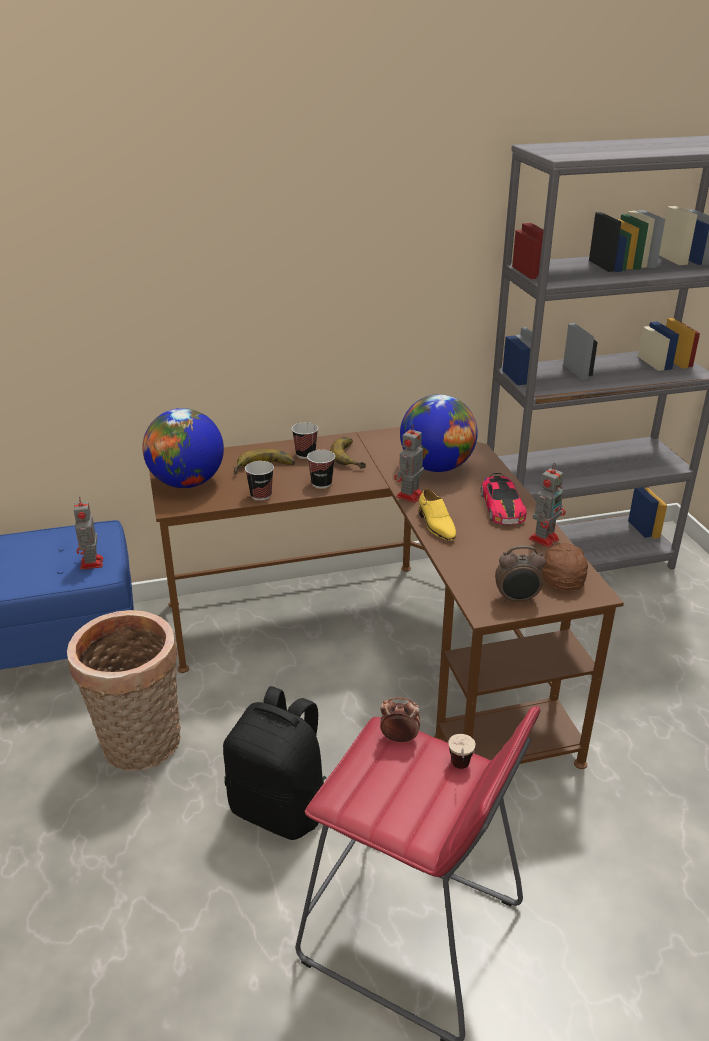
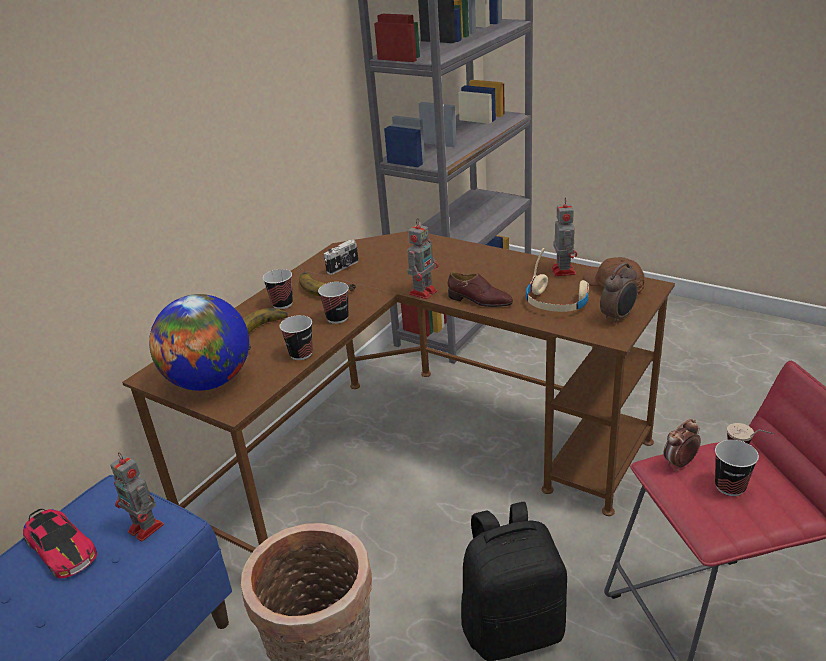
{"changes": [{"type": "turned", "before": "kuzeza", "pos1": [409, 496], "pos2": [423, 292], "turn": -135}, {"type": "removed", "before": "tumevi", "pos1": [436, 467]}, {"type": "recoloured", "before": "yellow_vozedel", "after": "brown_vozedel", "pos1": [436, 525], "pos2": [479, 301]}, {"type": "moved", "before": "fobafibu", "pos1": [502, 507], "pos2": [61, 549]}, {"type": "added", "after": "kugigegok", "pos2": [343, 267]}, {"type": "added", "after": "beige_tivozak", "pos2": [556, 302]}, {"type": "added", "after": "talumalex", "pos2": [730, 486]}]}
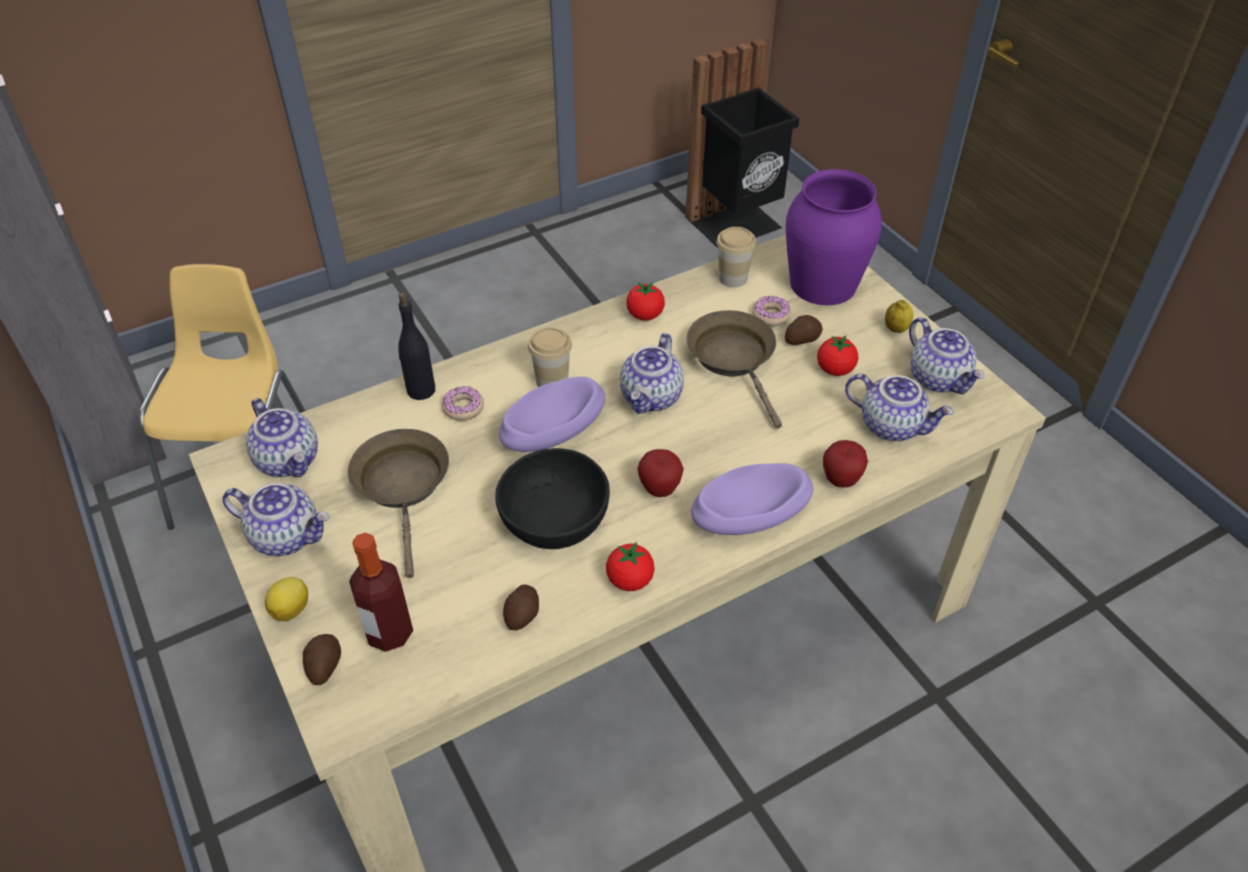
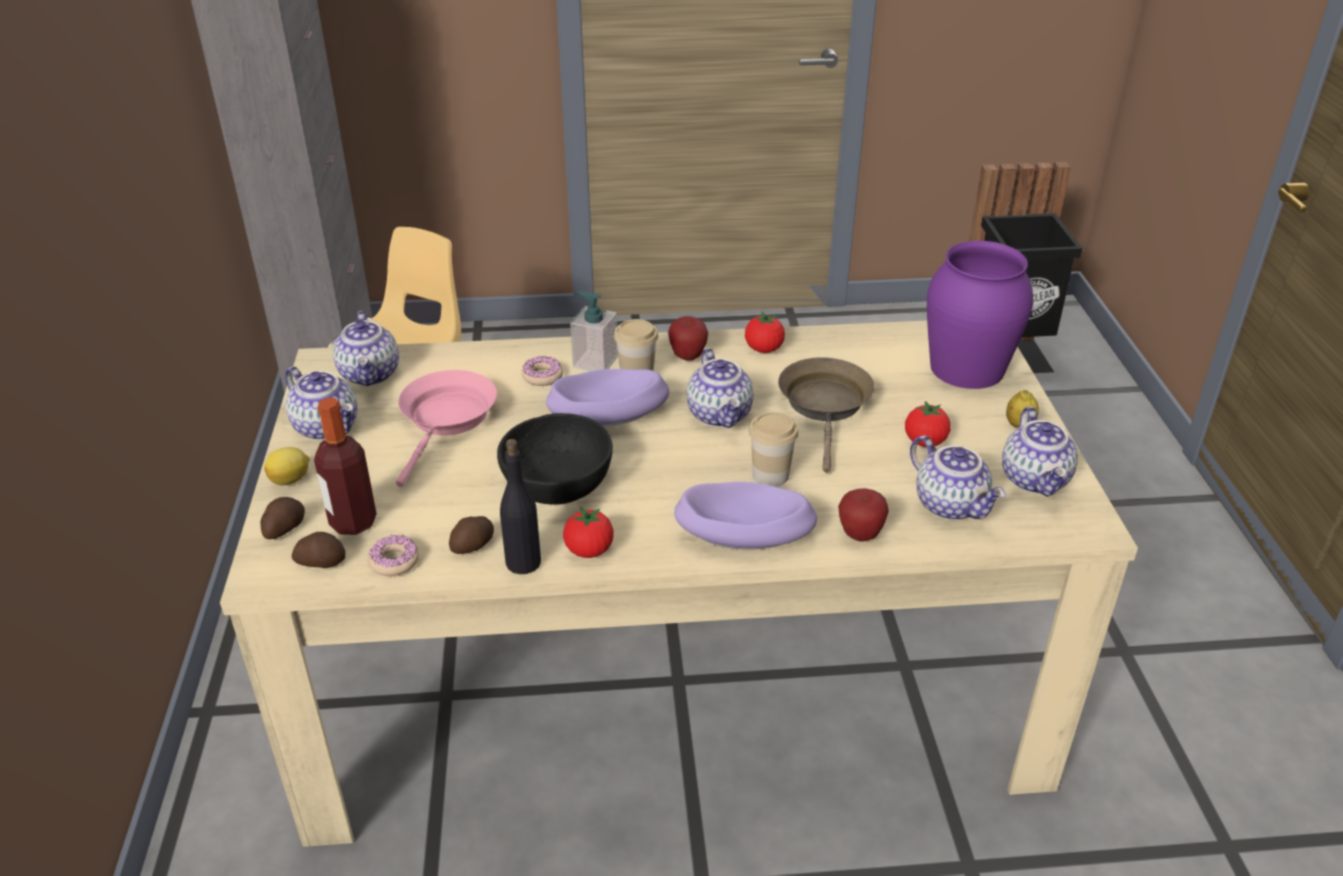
{"changes": [{"type": "recoloured", "before": "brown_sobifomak", "after": "pink_sobifomak", "pos1": [403, 487], "pos2": [447, 420]}, {"type": "moved", "before": "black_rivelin", "pos1": [420, 390], "pos2": [523, 562]}, {"type": "turned", "before": "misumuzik", "pos1": [652, 397], "pos2": [720, 415], "turn": -60}, {"type": "moved", "before": "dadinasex", "pos1": [659, 489], "pos2": [688, 357]}, {"type": "moved", "before": "talumalex", "pos1": [733, 278], "pos2": [770, 475]}, {"type": "moved", "before": "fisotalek", "pos1": [770, 315], "pos2": [394, 561]}, {"type": "moved", "before": "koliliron", "pos1": [801, 339], "pos2": [321, 561]}, {"type": "added", "after": "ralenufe", "pos2": [595, 362]}]}
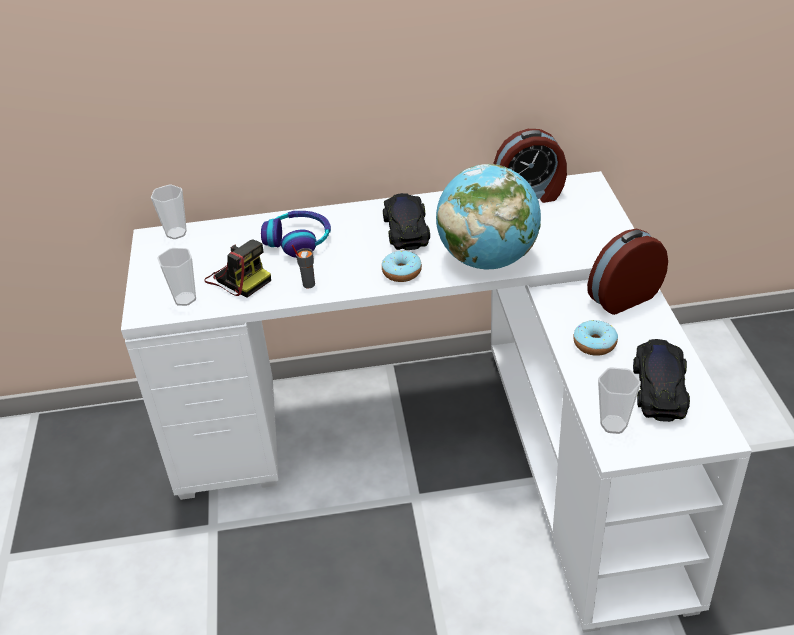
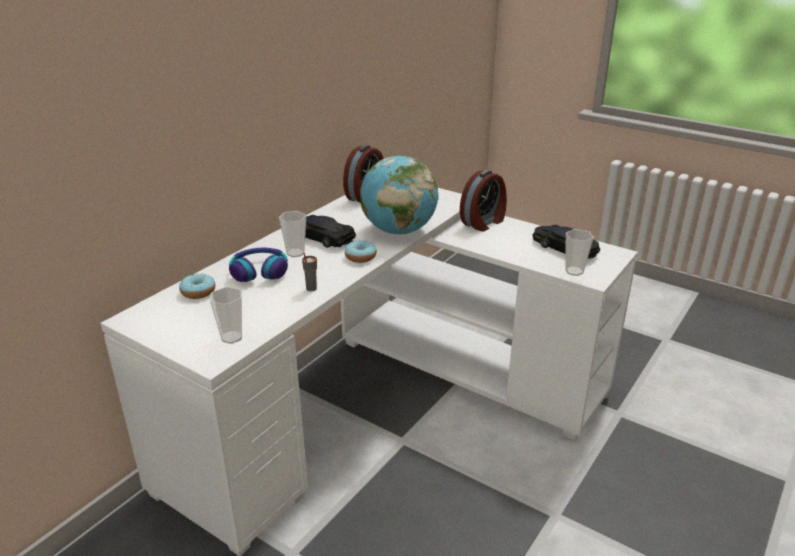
{"changes": [{"type": "moved", "before": "talumalex", "pos1": [176, 233], "pos2": [295, 253]}, {"type": "removed", "before": "kugigegok", "pos1": [238, 278]}, {"type": "moved", "before": "fisotalek", "pos1": [594, 344], "pos2": [198, 292]}, {"type": "turned", "before": "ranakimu", "pos1": [622, 297], "pos2": [484, 222], "turn": -150}]}
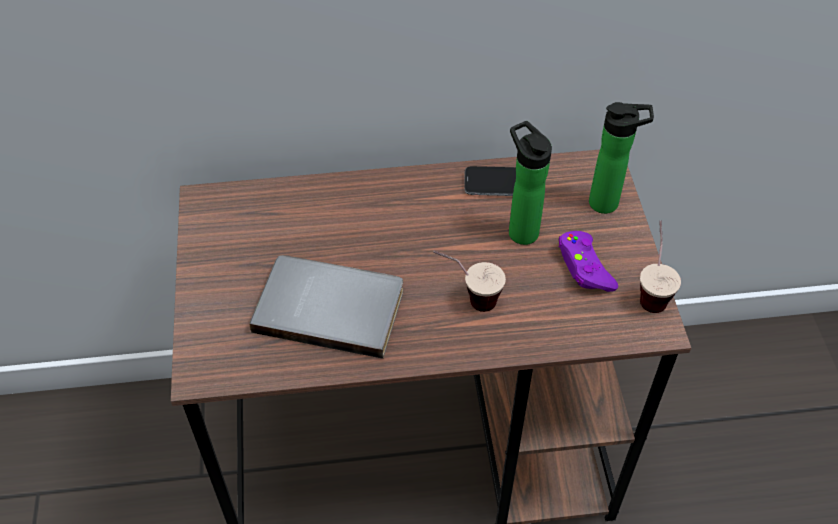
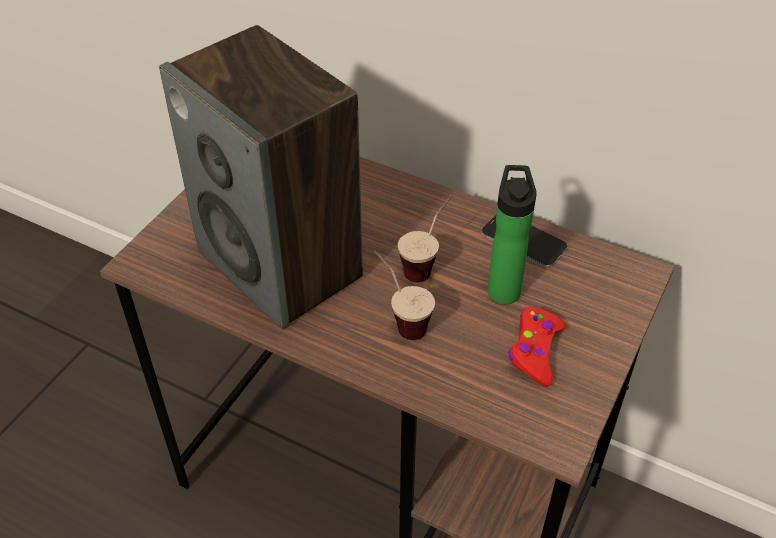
{"changes": [{"type": "replaced", "before": "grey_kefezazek", "after": "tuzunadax", "pos1": [330, 306], "pos2": [281, 265]}, {"type": "recoloured", "before": "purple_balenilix", "after": "red_balenilix", "pos1": [584, 267], "pos2": [535, 351]}, {"type": "removed", "before": "rivelin", "pos1": [608, 203]}, {"type": "moved", "before": "talumalex", "pos1": [651, 290], "pos2": [427, 263]}]}
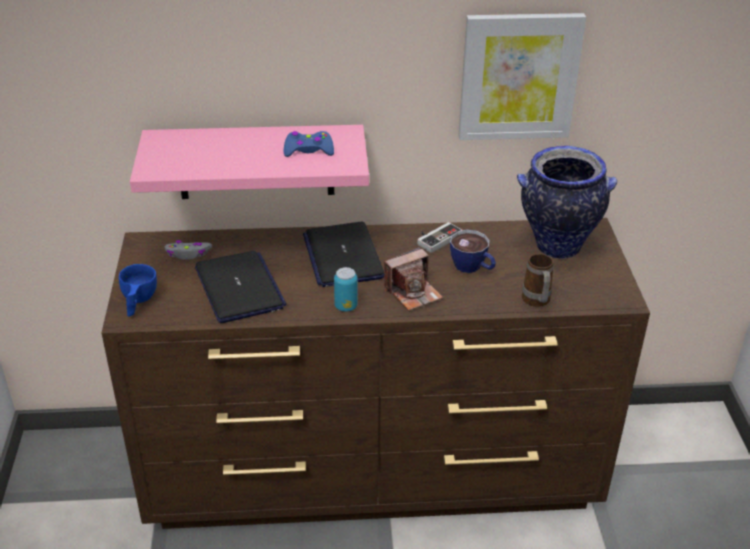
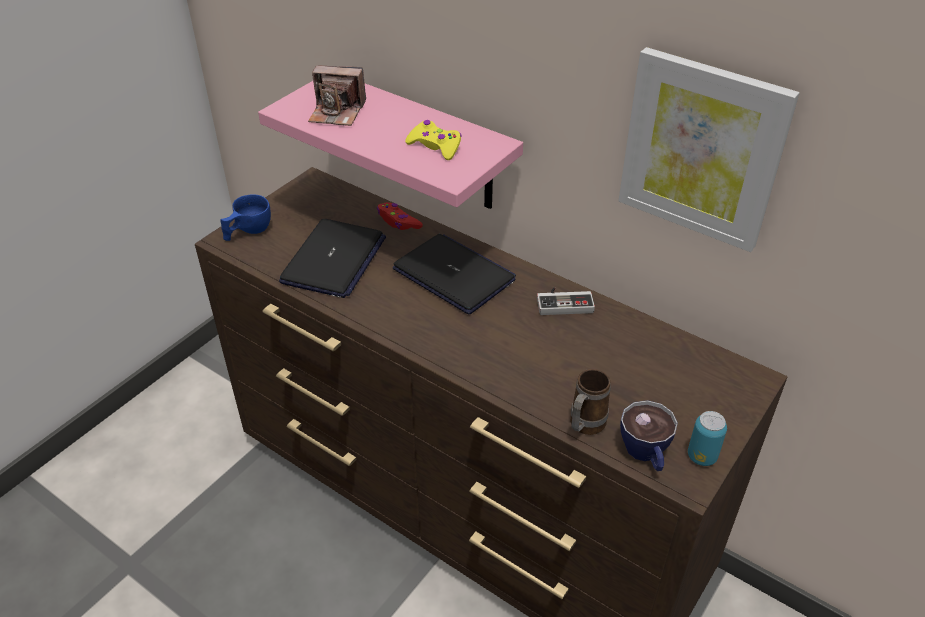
{"changes": [{"type": "removed", "before": "grey_balenilix", "pos1": [188, 254]}, {"type": "recoloured", "before": "blue_balenilix", "after": "yellow_balenilix", "pos1": [308, 150], "pos2": [435, 146]}, {"type": "turned", "before": "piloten", "pos1": [343, 256], "pos2": [454, 275], "turn": 105}, {"type": "moved", "before": "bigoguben", "pos1": [346, 306], "pos2": [702, 456]}, {"type": "moved", "before": "kugigegok", "pos1": [413, 293], "pos2": [337, 112]}, {"type": "moved", "before": "talumalex", "pos1": [472, 268], "pos2": [646, 455]}, {"type": "removed", "before": "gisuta", "pos1": [556, 247]}, {"type": "added", "after": "red_balenilix", "pos2": [398, 222]}]}
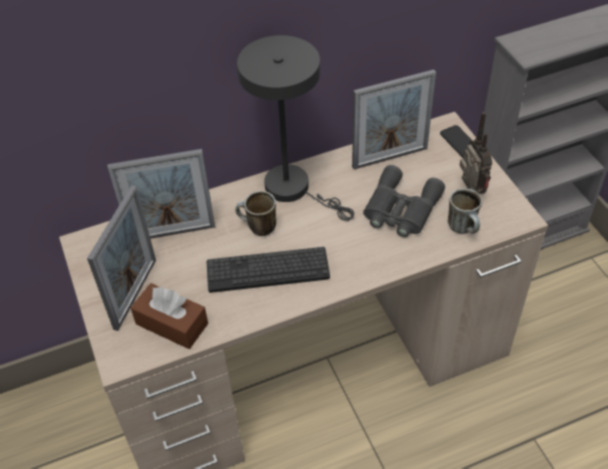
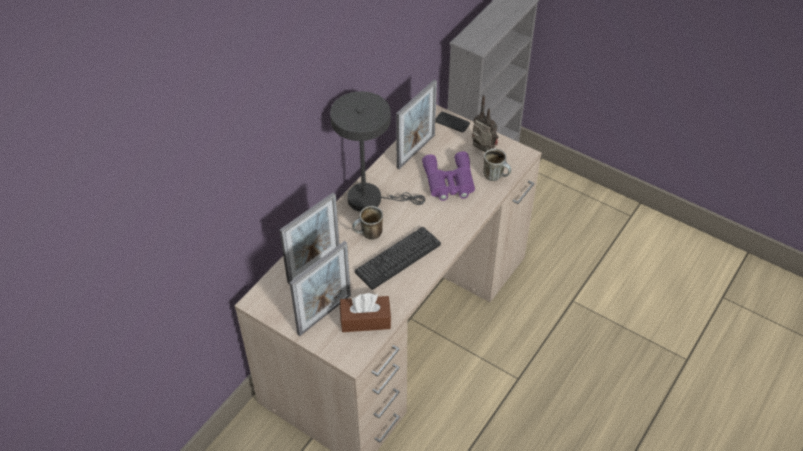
{"changes": [{"type": "turned", "before": "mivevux", "pos1": [135, 293], "pos2": [324, 314], "turn": 60}, {"type": "recoloured", "before": "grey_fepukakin", "after": "purple_fepukakin", "pos1": [400, 209], "pos2": [449, 182]}]}
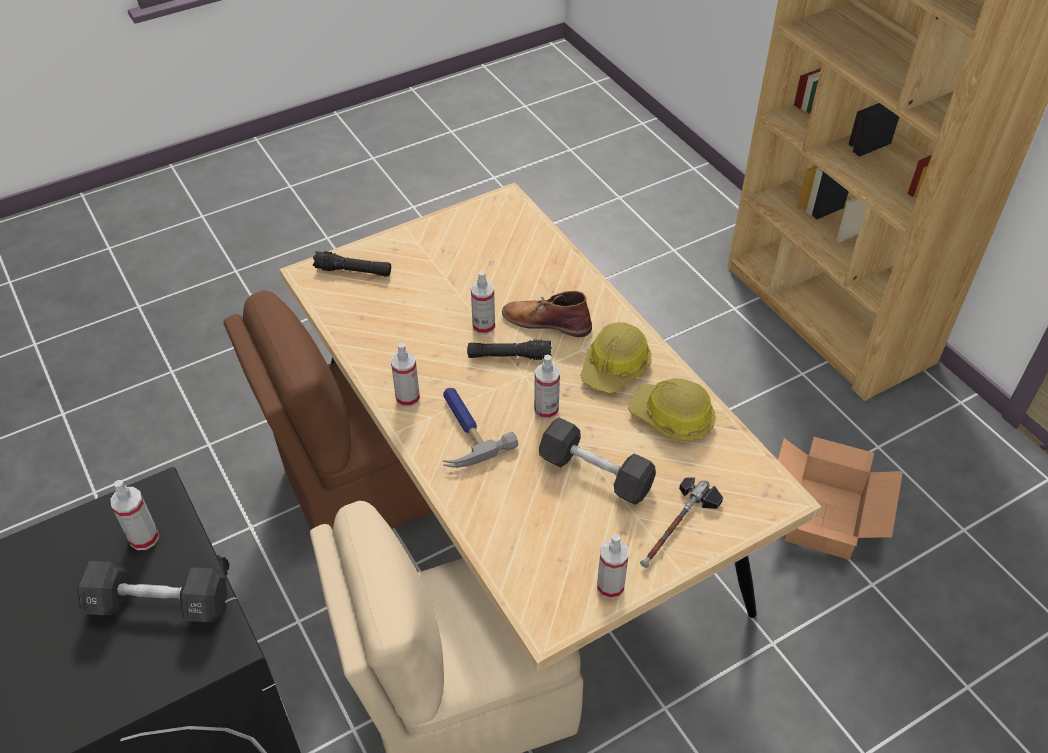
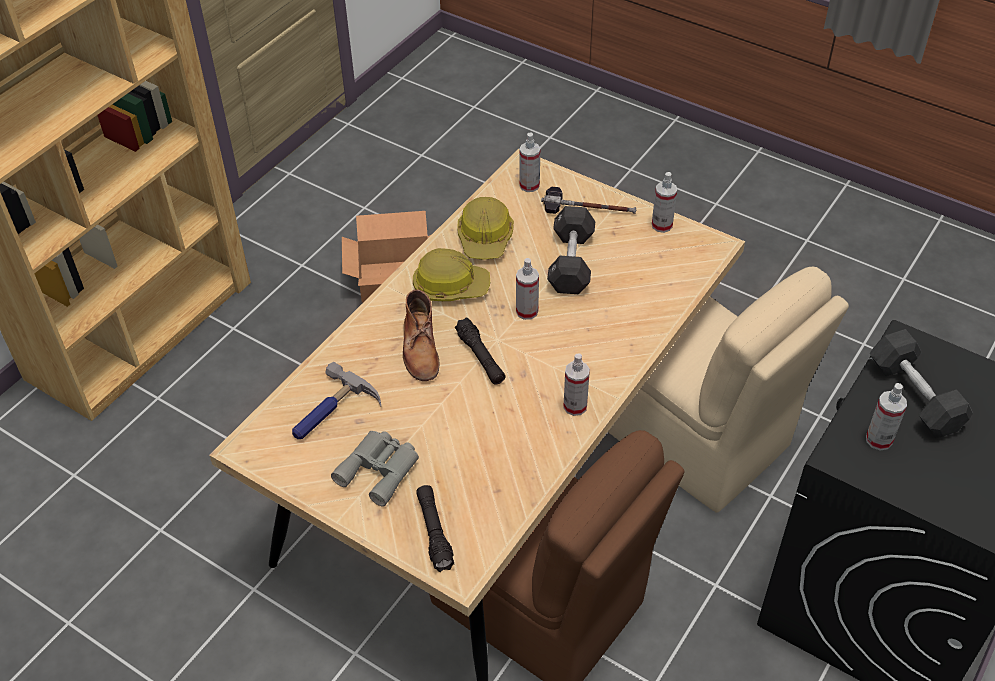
{"changes": [{"type": "moved", "before": "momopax", "pos1": [464, 429], "pos2": [331, 413]}, {"type": "moved", "before": "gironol", "pos1": [483, 326], "pos2": [529, 185]}, {"type": "added", "after": "grey_fepukakin", "pos2": [380, 469]}]}
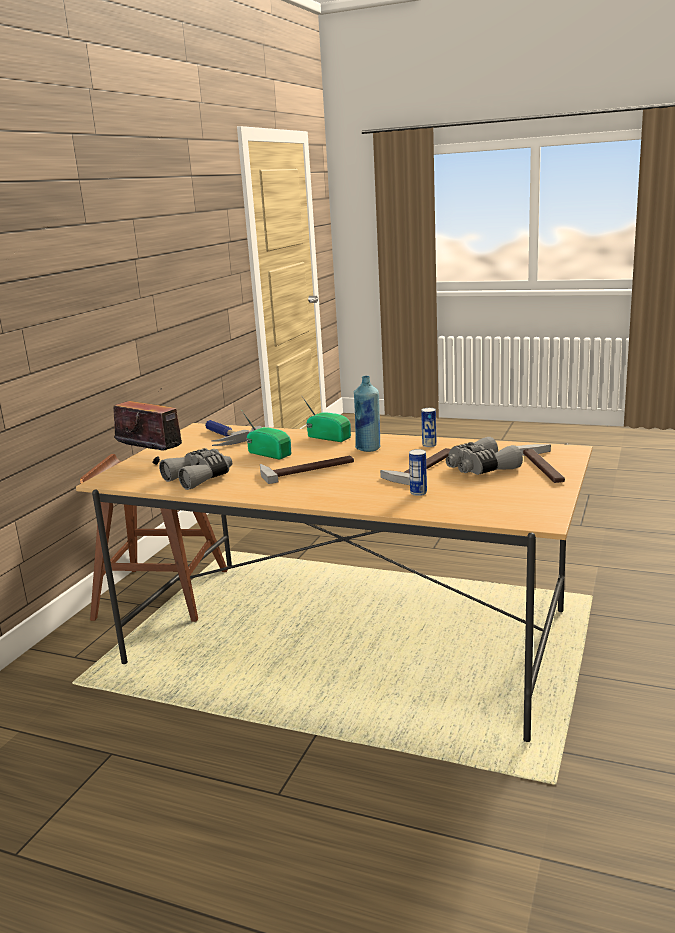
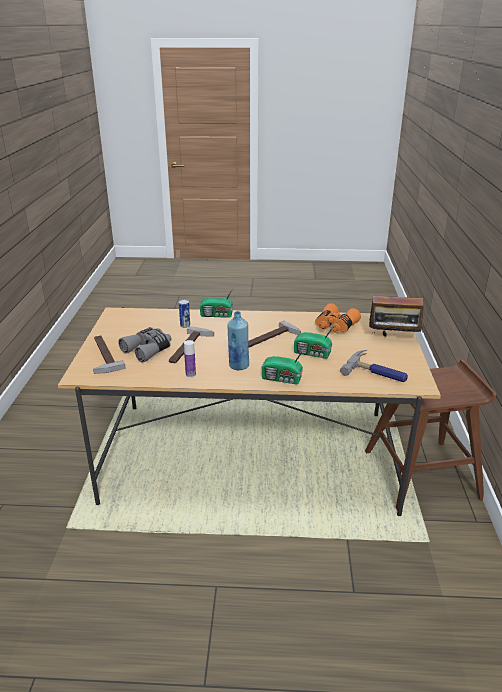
{"changes": [{"type": "recoloured", "before": "grey_fepukakin", "after": "orange_fepukakin", "pos1": [200, 477], "pos2": [335, 326]}, {"type": "replaced", "before": "bigoguben", "after": "rivelin", "pos1": [429, 445], "pos2": [190, 374]}, {"type": "added", "after": "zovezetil", "pos2": [217, 315]}]}
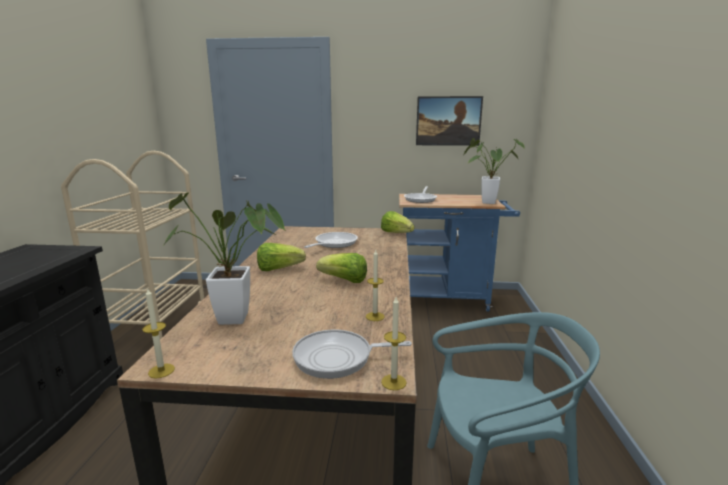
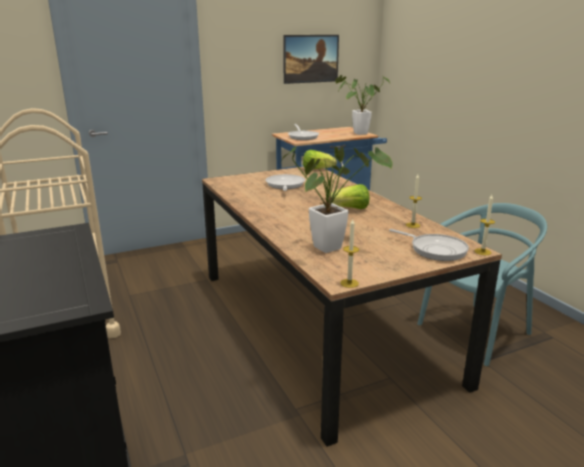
{"changes": [{"type": "removed", "before": "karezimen", "pos1": [278, 269]}, {"type": "turned", "before": "sobifomak", "pos1": [338, 358], "pos2": [435, 250], "turn": -105}]}
